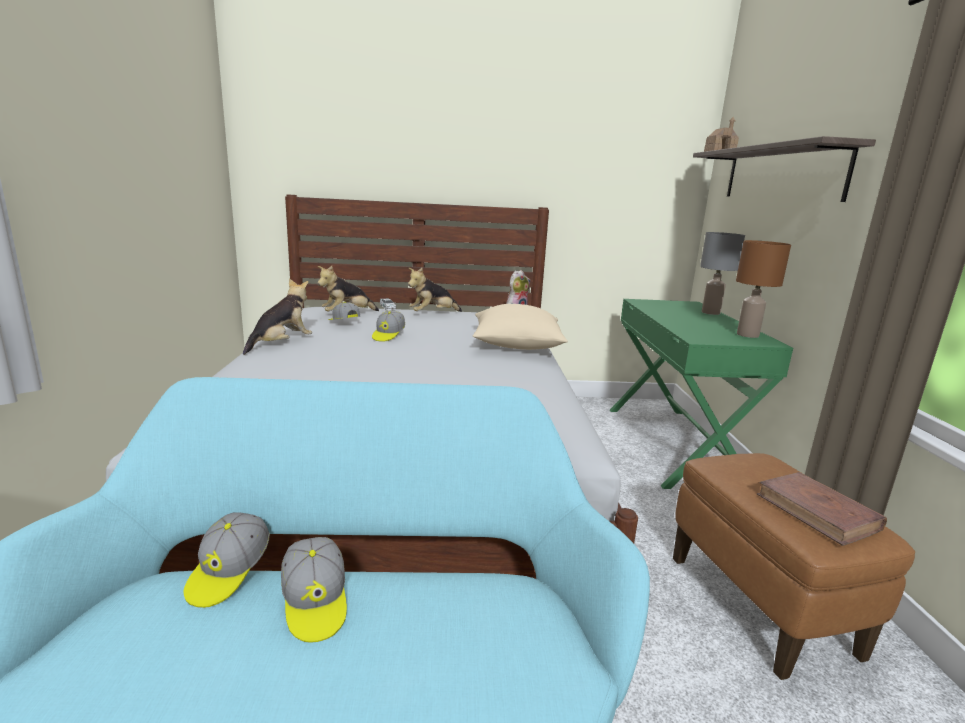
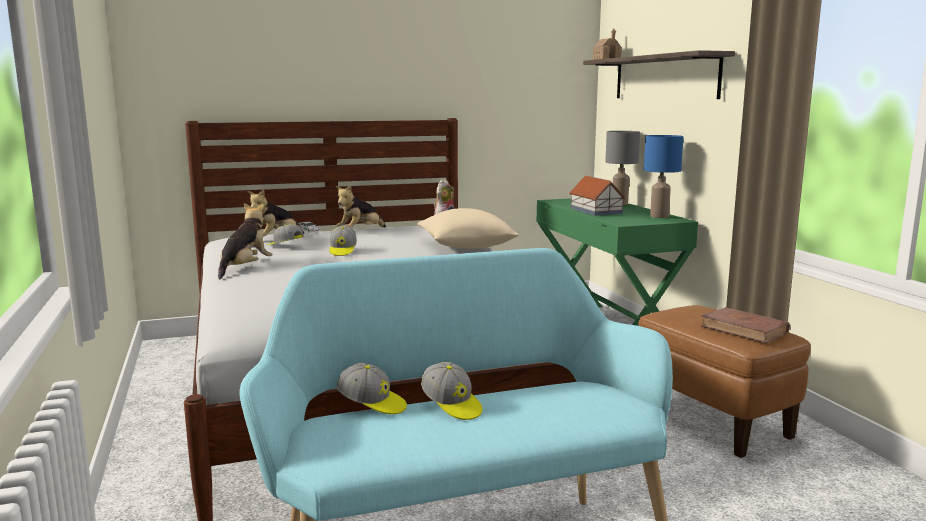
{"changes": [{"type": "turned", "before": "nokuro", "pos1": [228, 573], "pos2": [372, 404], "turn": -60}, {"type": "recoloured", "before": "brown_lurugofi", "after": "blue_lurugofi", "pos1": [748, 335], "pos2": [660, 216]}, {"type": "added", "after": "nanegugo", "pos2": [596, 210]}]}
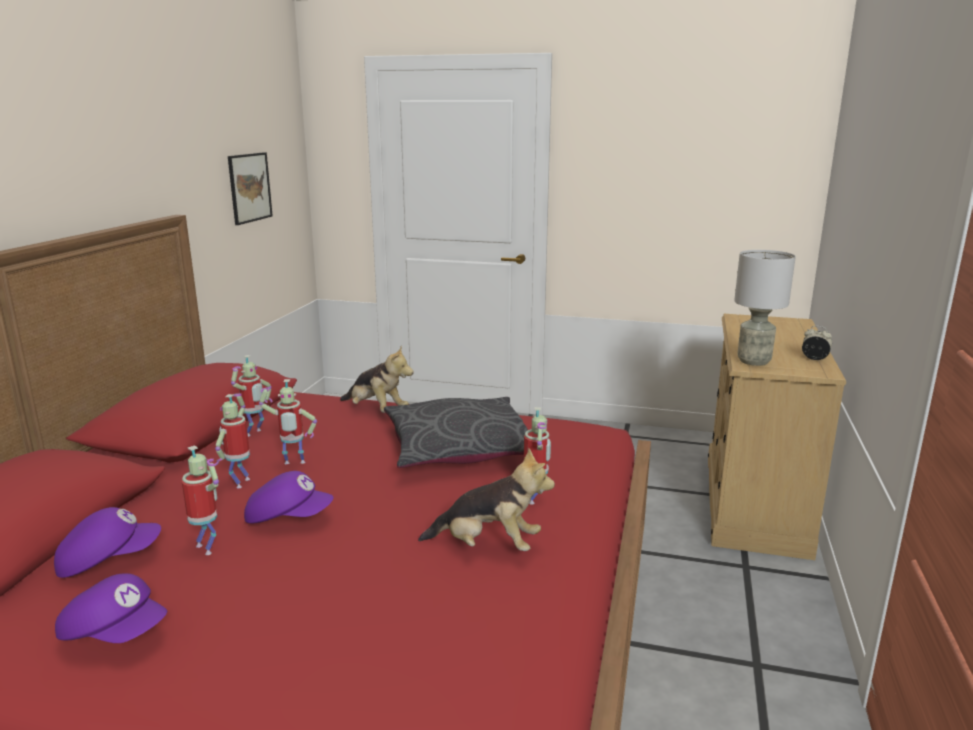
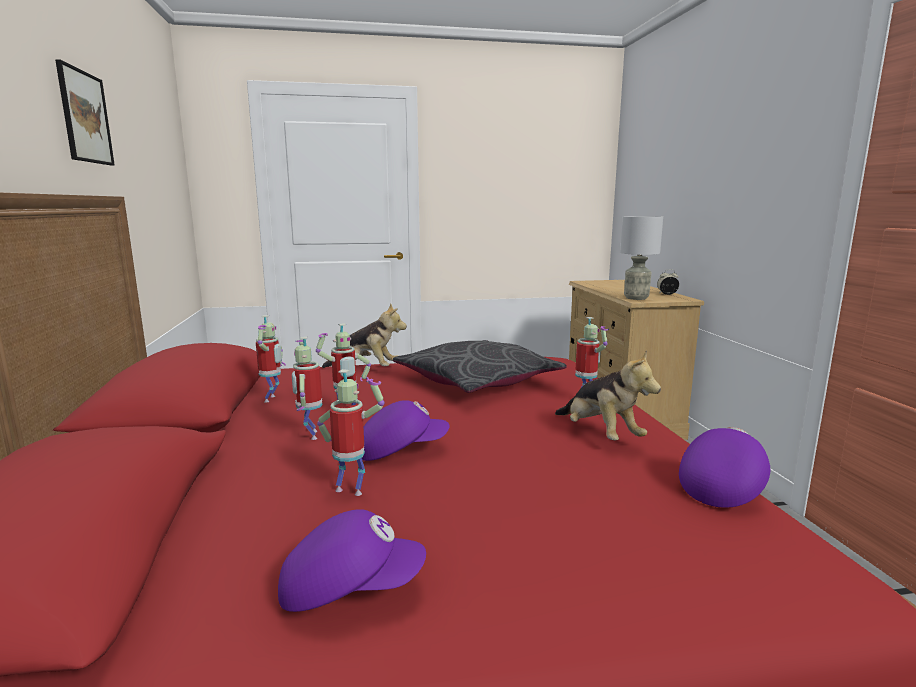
{"changes": [{"type": "moved", "before": "purple_nokuro", "pos1": [109, 560], "pos2": [722, 485]}, {"type": "moved", "before": "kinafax", "pos1": [249, 187], "pos2": [85, 117]}, {"type": "turned", "before": "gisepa", "pos1": [488, 546], "pos2": [600, 435], "turn": 75}]}
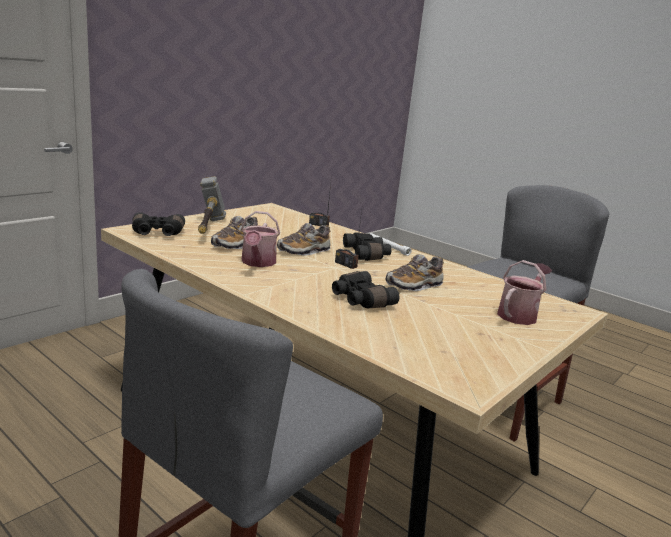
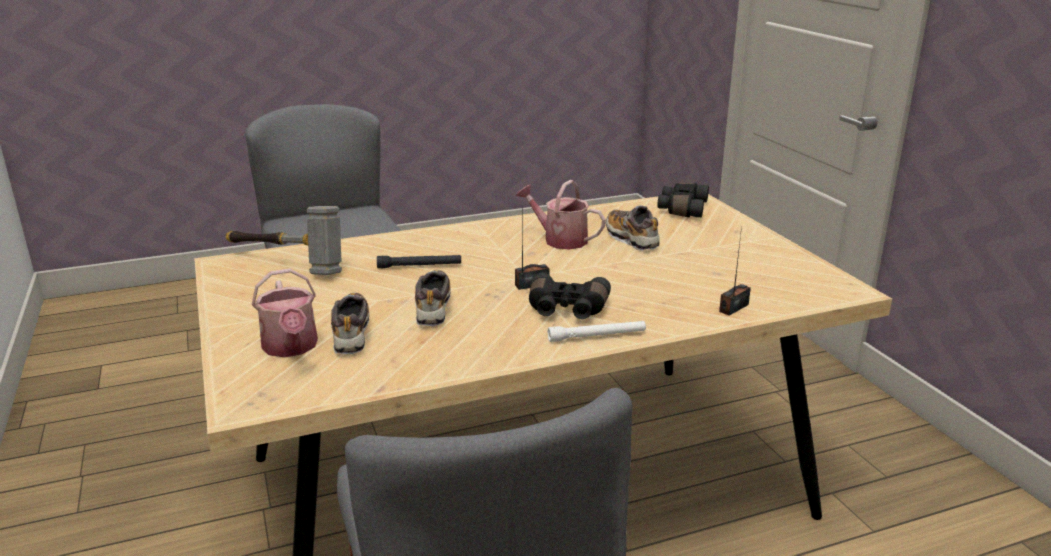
{"changes": [{"type": "moved", "before": "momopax", "pos1": [209, 229], "pos2": [288, 265]}, {"type": "moved", "before": "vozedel", "pos1": [304, 251], "pos2": [351, 333]}, {"type": "replaced", "before": "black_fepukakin", "after": "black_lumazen", "pos1": [360, 300], "pos2": [419, 266]}]}
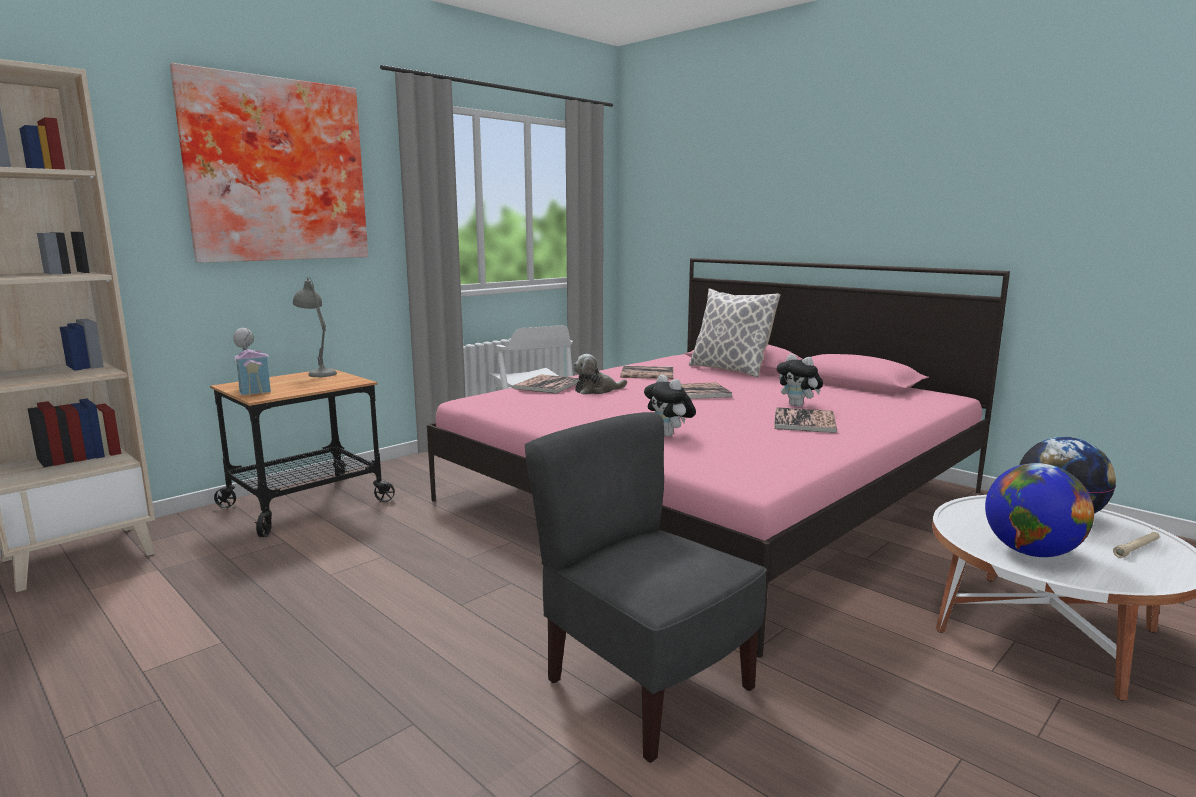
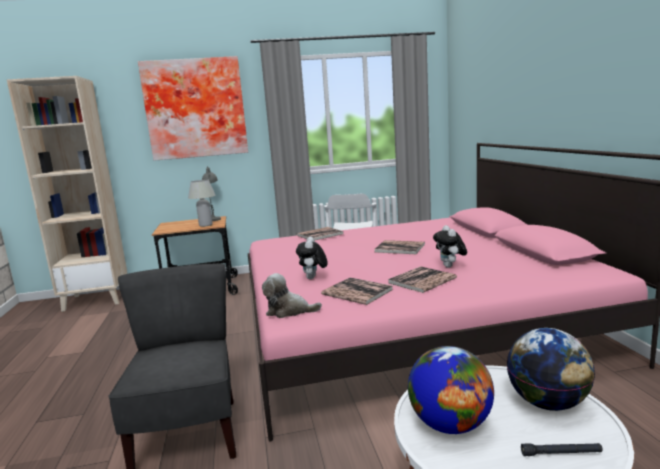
{"changes": [{"type": "removed", "before": "nanegugo", "pos1": [253, 389]}, {"type": "moved", "before": "gisepa", "pos1": [596, 391], "pos2": [289, 311]}, {"type": "moved", "before": "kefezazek", "pos1": [647, 374], "pos2": [357, 292]}, {"type": "removed", "before": "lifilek", "pos1": [729, 370]}, {"type": "recoloured", "before": "beige_lumazen", "after": "black_lumazen", "pos1": [1136, 548], "pos2": [561, 453]}, {"type": "added", "after": "white_lurugofi", "pos2": [205, 225]}]}
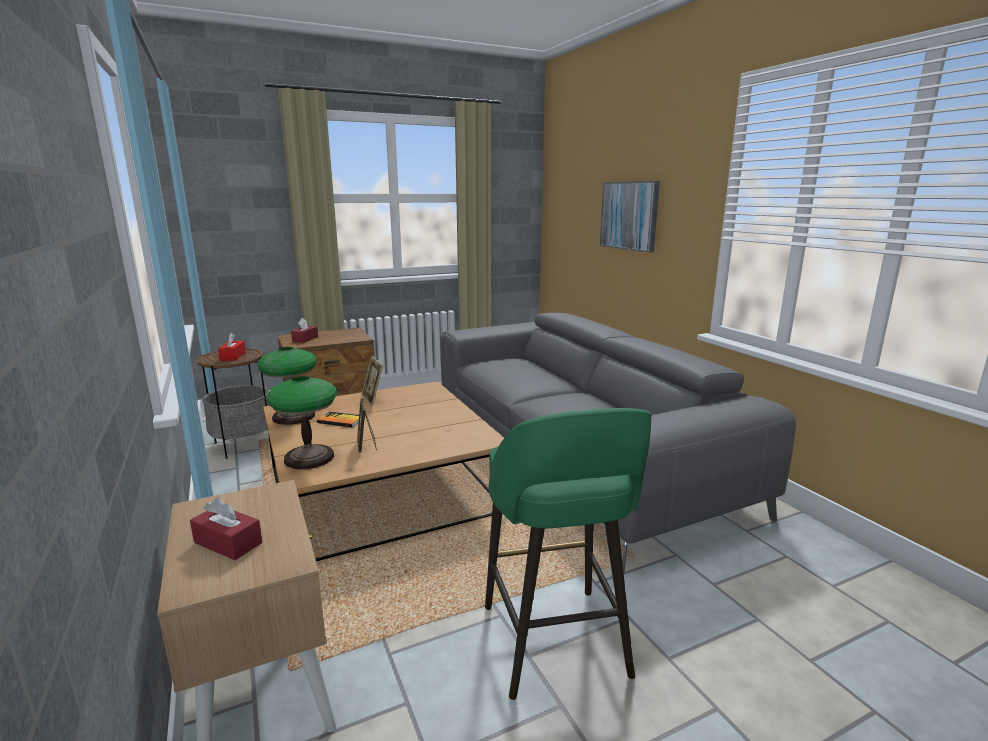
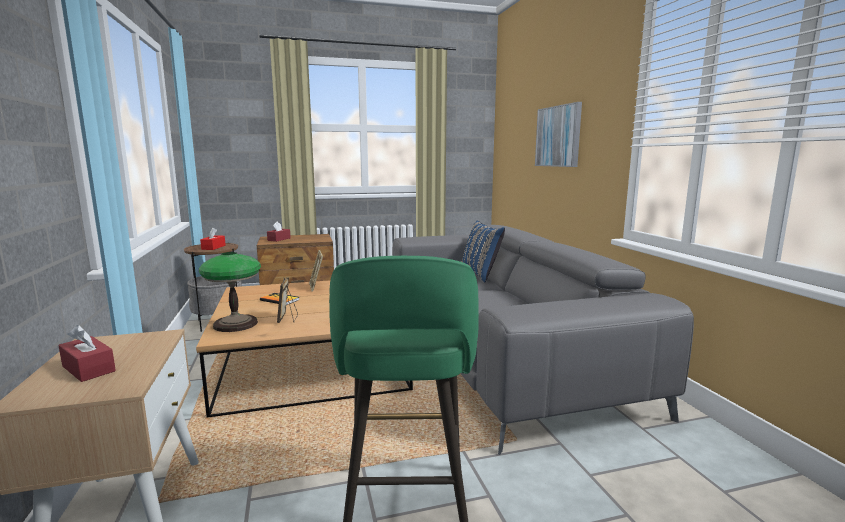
{"changes": [{"type": "removed", "before": "lurugofi", "pos1": [294, 416]}, {"type": "added", "after": "blue_lifilek", "pos2": [481, 275]}]}
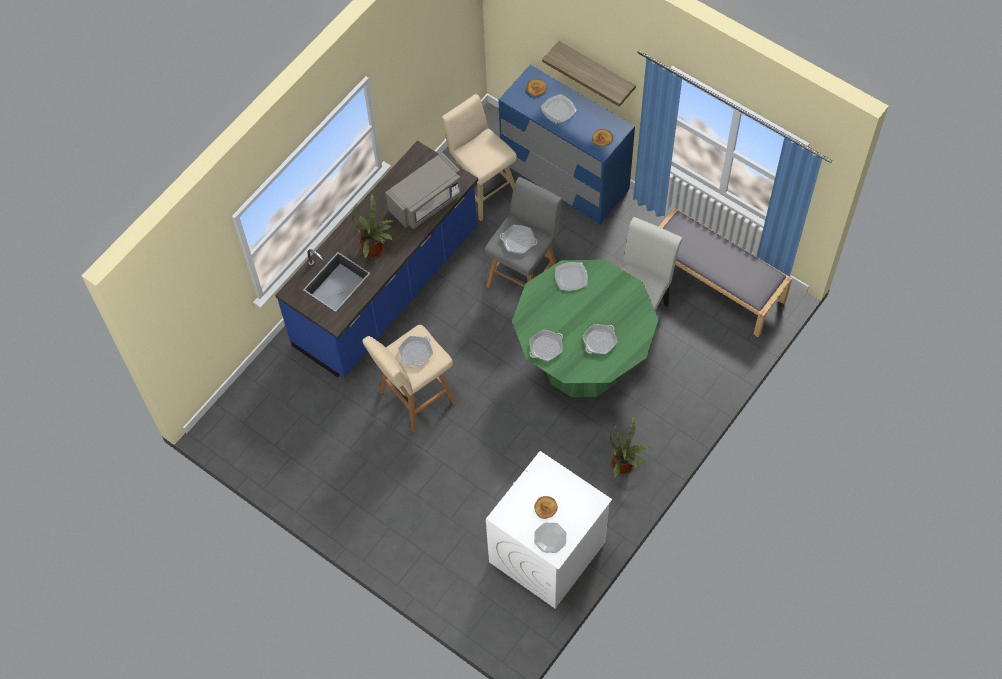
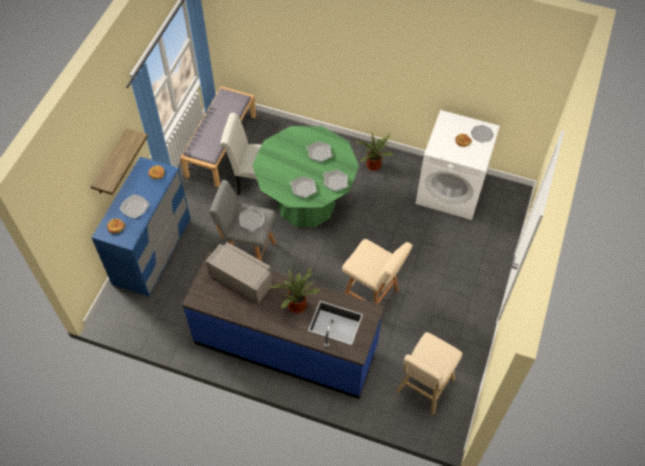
{"changes": [{"type": "moved", "before": "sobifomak", "pos1": [416, 353], "pos2": [303, 188]}, {"type": "moved", "before": "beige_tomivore", "pos1": [481, 188], "pos2": [423, 388]}, {"type": "removed", "before": "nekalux", "pos1": [571, 277]}]}
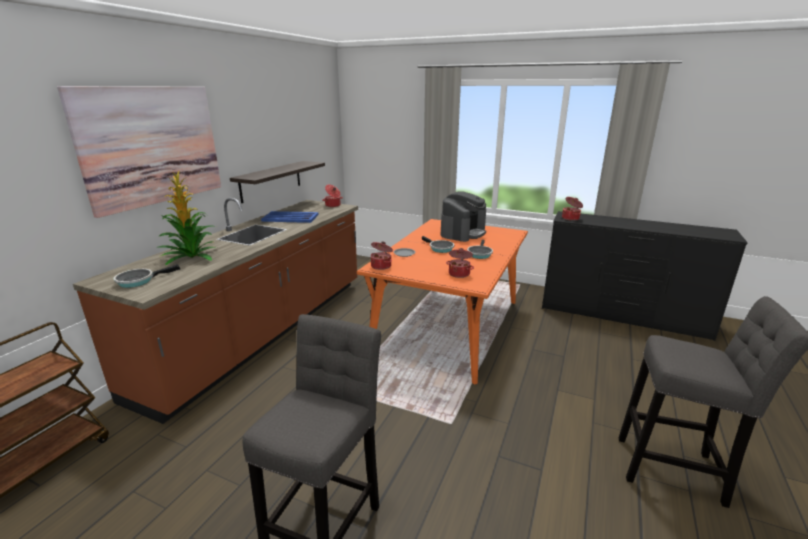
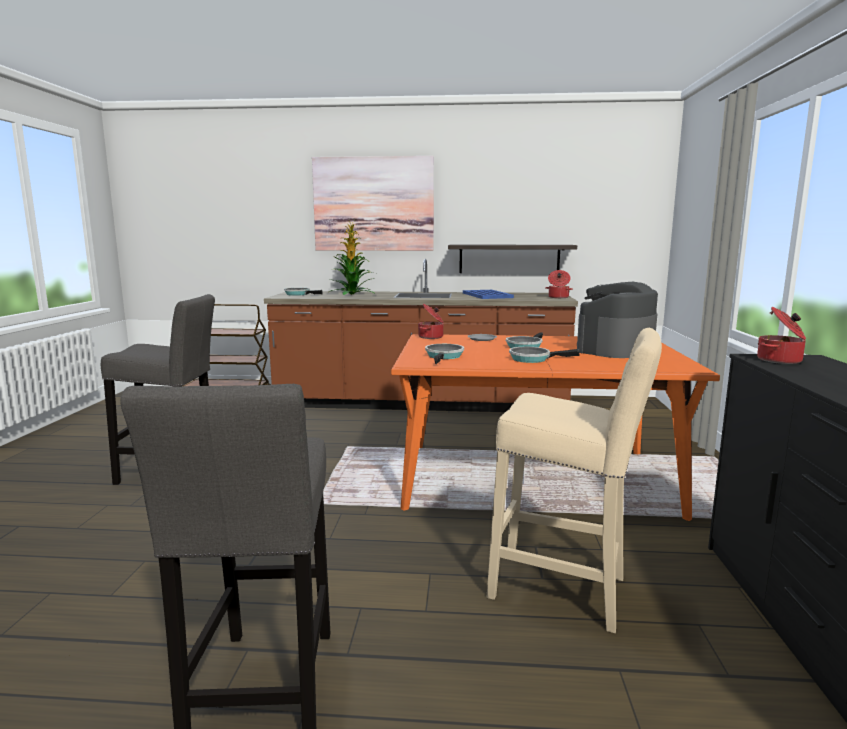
{"changes": [{"type": "turned", "before": "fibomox", "pos1": [463, 233], "pos2": [615, 349], "turn": 120}, {"type": "replaced", "before": "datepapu", "after": "sobifomak", "pos1": [459, 274], "pos2": [444, 356]}, {"type": "added", "after": "beige_tomivore", "pos2": [565, 591]}]}
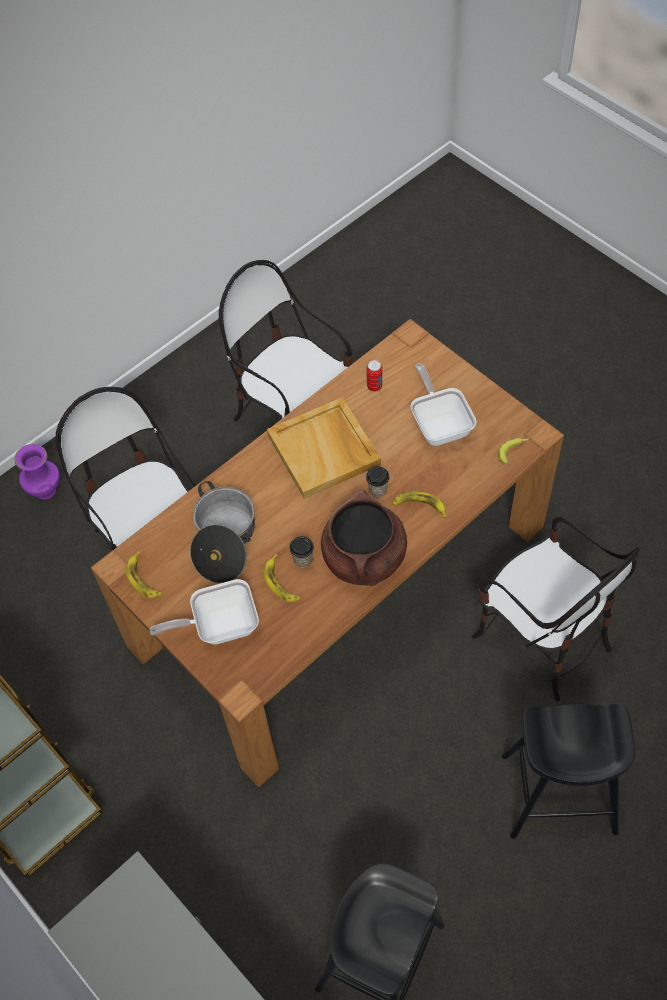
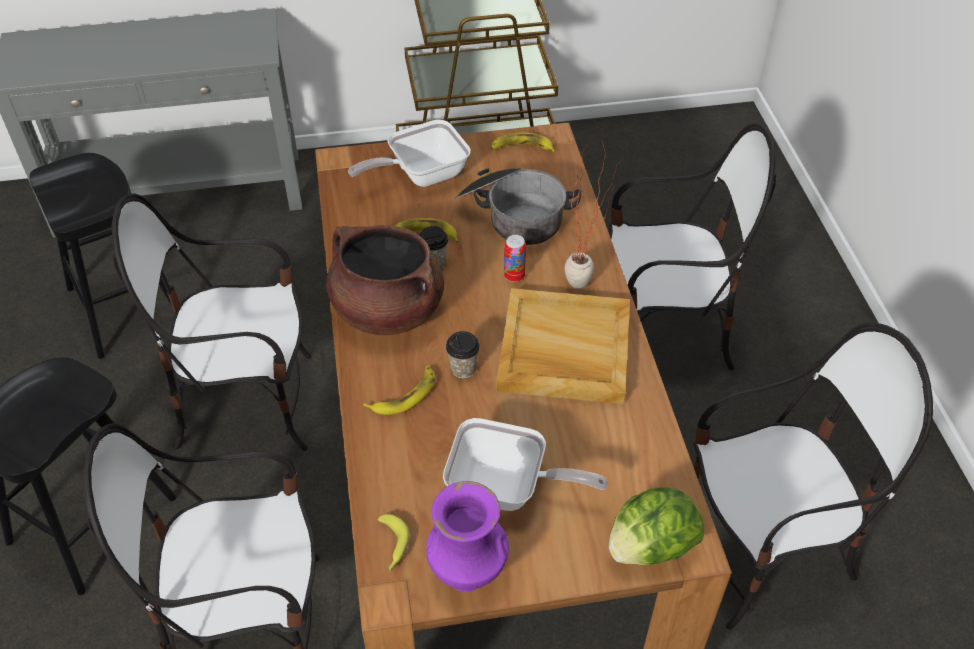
{"changes": [{"type": "moved", "before": "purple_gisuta", "pos1": [45, 490], "pos2": [469, 573]}, {"type": "turned", "before": "sobifomak", "pos1": [219, 625], "pos2": [421, 175], "turn": -135}, {"type": "moved", "before": "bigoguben", "pos1": [374, 386], "pos2": [514, 276]}, {"type": "added", "after": "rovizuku", "pos2": [248, 404]}, {"type": "added", "after": "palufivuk", "pos2": [587, 285]}, {"type": "added", "after": "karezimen", "pos2": [650, 546]}]}
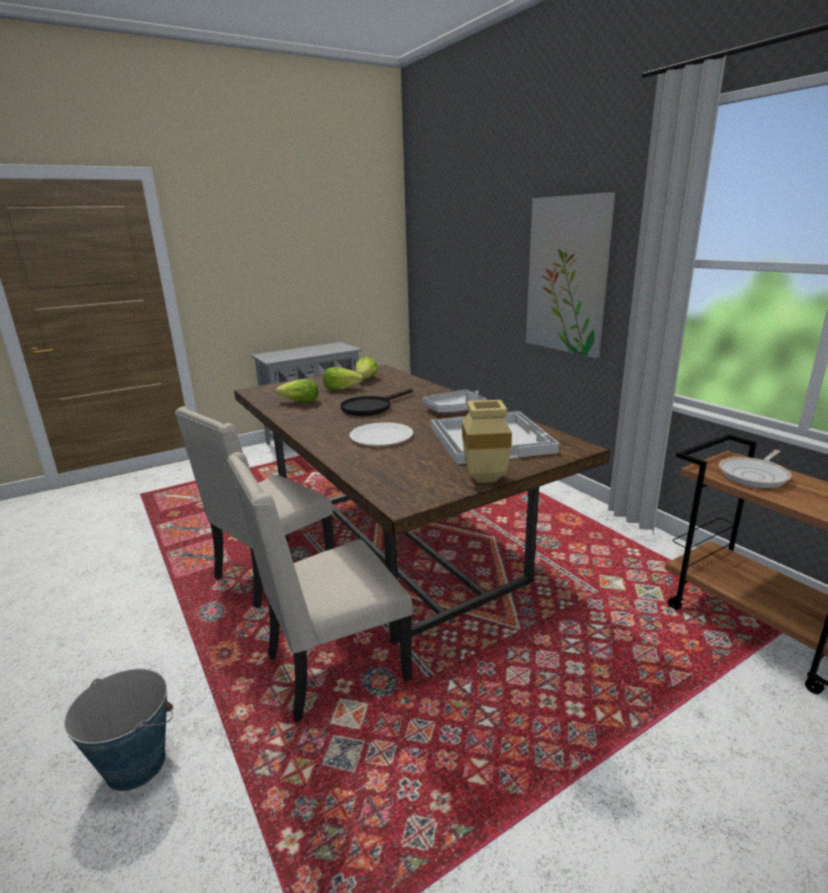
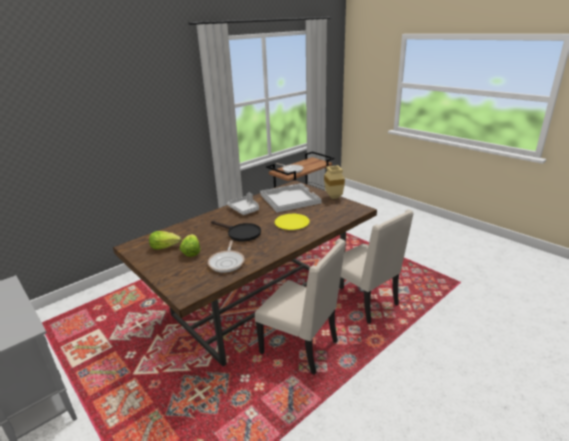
{"changes": [{"type": "removed", "before": "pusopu", "pos1": [135, 764]}, {"type": "replaced", "before": "karezimen", "after": "sobifomak", "pos1": [299, 402], "pos2": [227, 262]}, {"type": "recoloured", "before": "white_nekalux", "after": "yellow_nekalux", "pos1": [381, 436], "pos2": [292, 223]}, {"type": "removed", "before": "kinafax", "pos1": [567, 276]}]}
